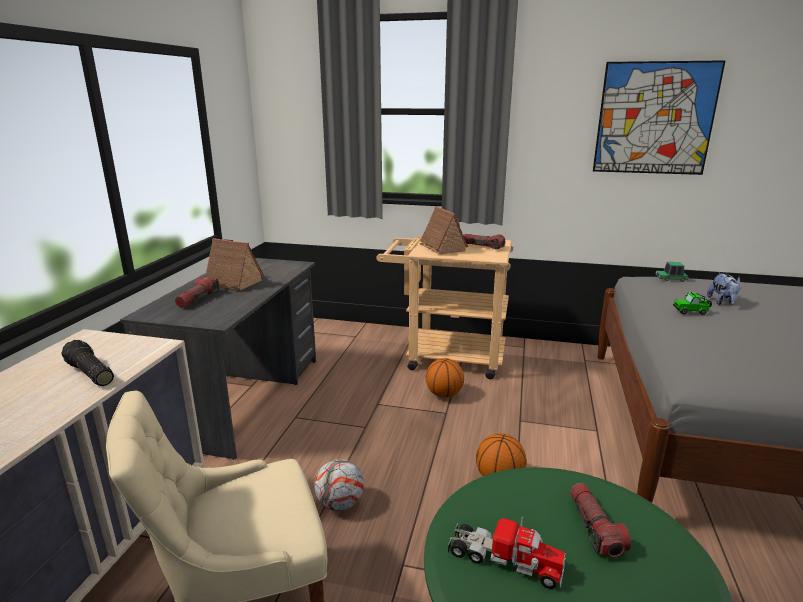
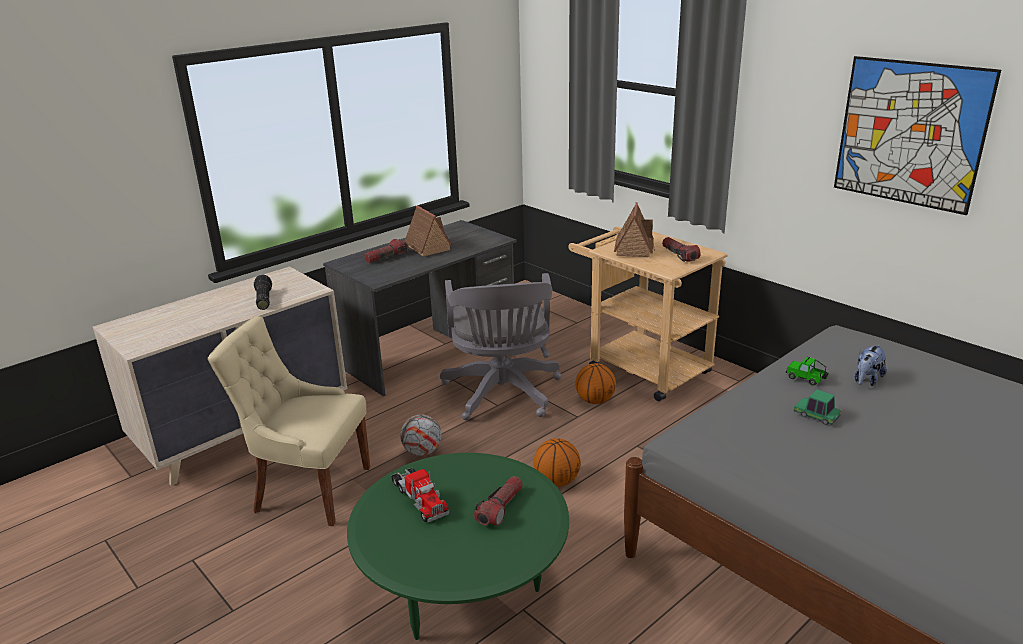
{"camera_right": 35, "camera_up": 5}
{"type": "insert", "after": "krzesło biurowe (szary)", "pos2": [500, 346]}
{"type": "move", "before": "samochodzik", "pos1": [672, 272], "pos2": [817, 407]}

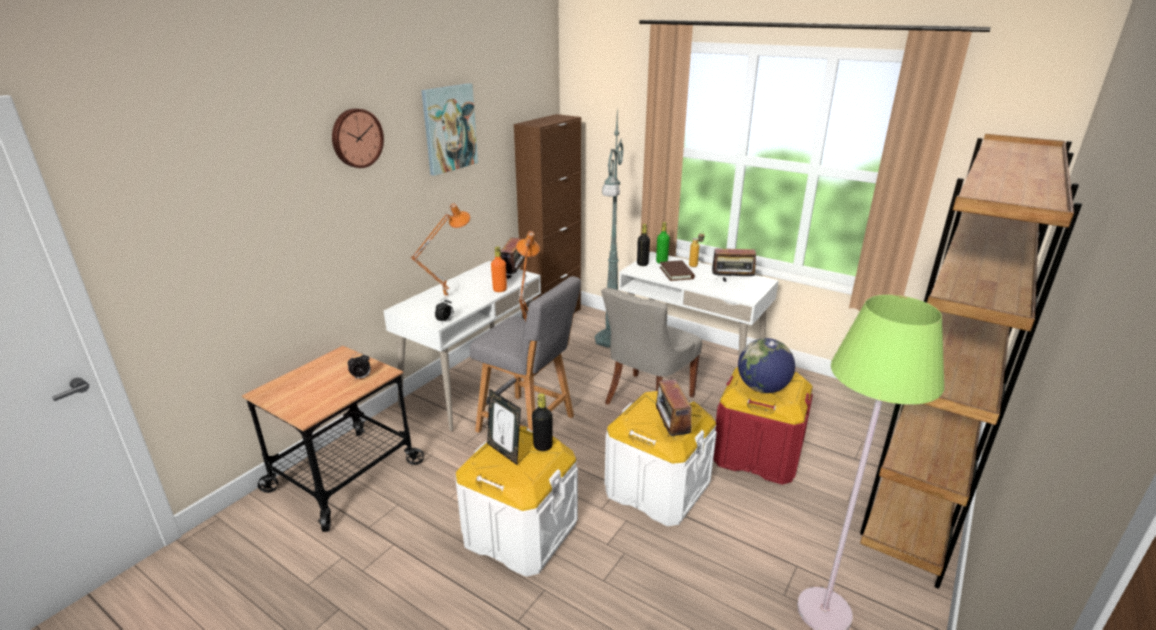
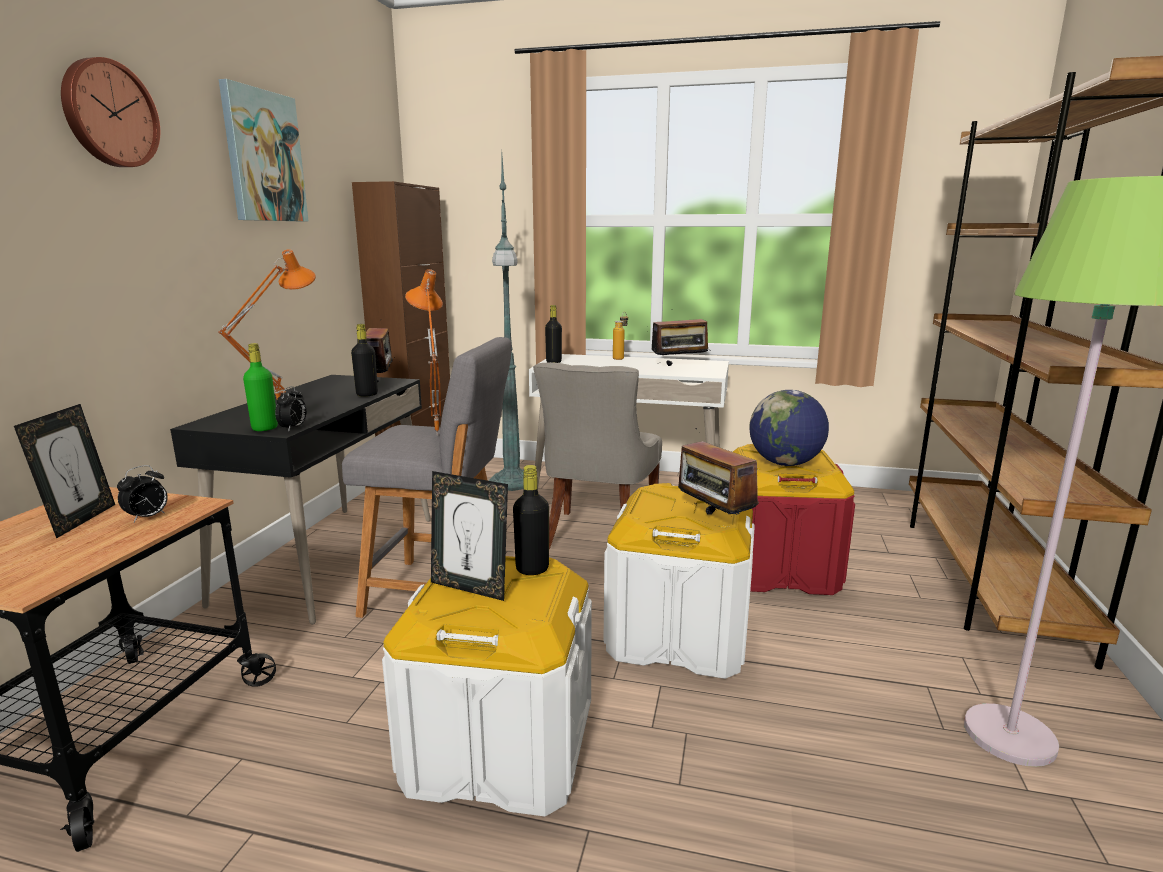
{"camera_right": -20, "camera_up": -10}
{"type": "delete", "before": "książka (brązowy)", "pos1": [677, 270]}
{"type": "insert", "after": "ramka na zdjęcie", "pos2": [64, 471]}
{"type": "move", "before": "butelka (zielony)", "pos1": [663, 243], "pos2": [260, 387]}
{"type": "recolor", "before": "biurko (biały)", "after": "biurko (czarny)", "pos1": [462, 346], "pos2": [300, 500]}
{"type": "recolor", "before": "butelka (pomarańczowy)", "after": "butelka (czarny)", "pos1": [499, 269], "pos2": [364, 360]}

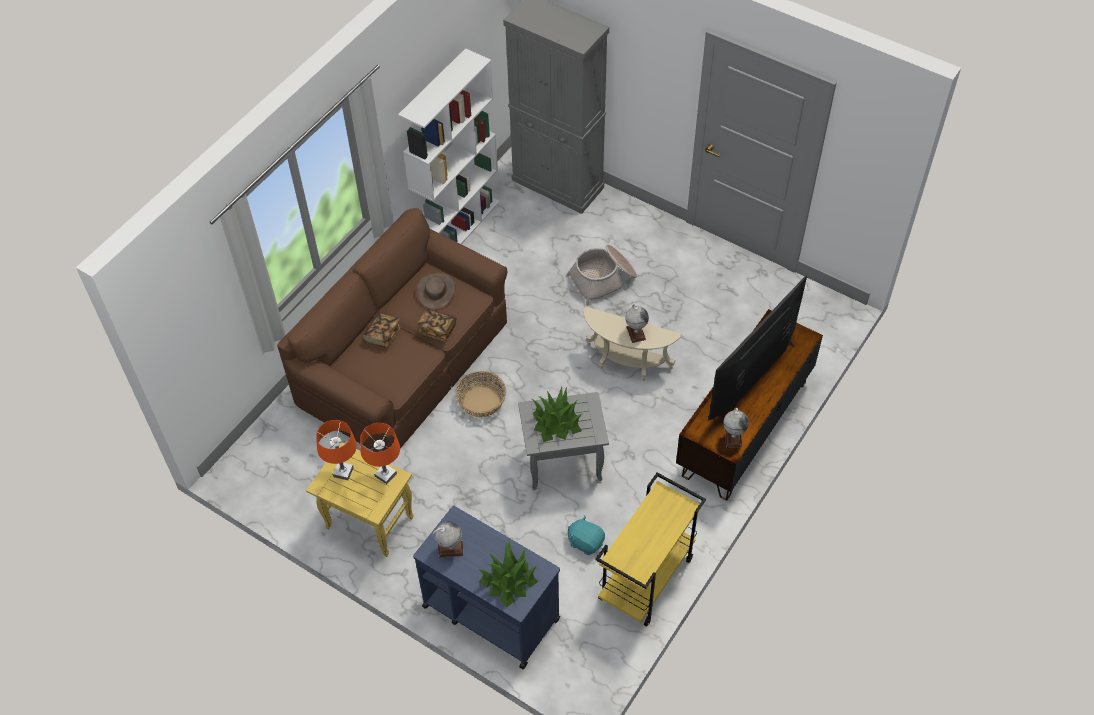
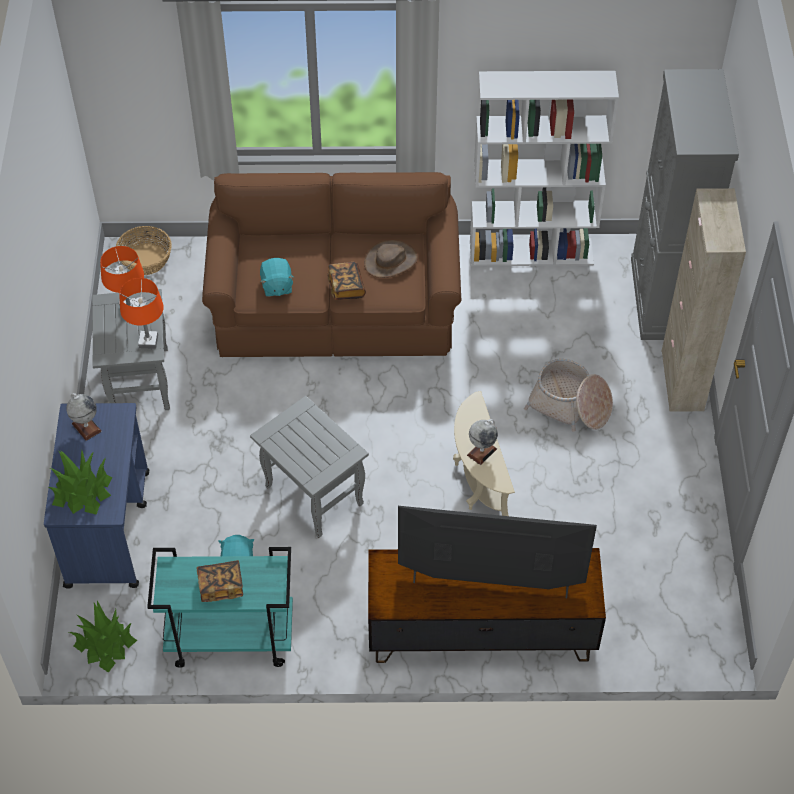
{"camera_right": 55, "camera_up": 0}
{"type": "delete", "before": "globus", "pos1": [736, 428]}
{"type": "insert", "after": "pluszak (turkusowy)", "pos2": [277, 277]}
{"type": "insert", "after": "szafka (beżowy)", "pos2": [704, 300]}
{"type": "move", "before": "książka", "pos1": [381, 330], "pos2": [220, 581]}
{"type": "move", "before": "koszyk", "pos1": [480, 394], "pos2": [144, 250]}
{"type": "move", "before": "roślina doniczkowa", "pos1": [557, 414], "pos2": [103, 637]}
{"type": "recolor", "before": "stolik (żółty)", "after": "stolik (szary)", "pos1": [360, 499], "pos2": [131, 349]}
{"type": "recolor", "before": "wózek (żółty)", "after": "wózek (turkusowy)", "pos1": [650, 550], "pos2": [220, 607]}

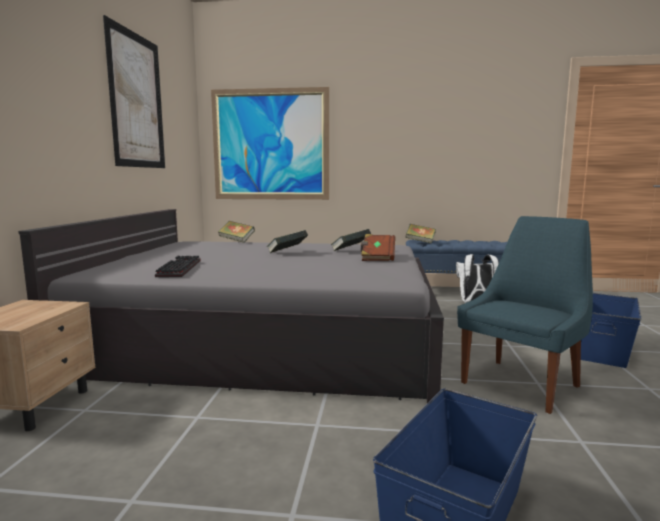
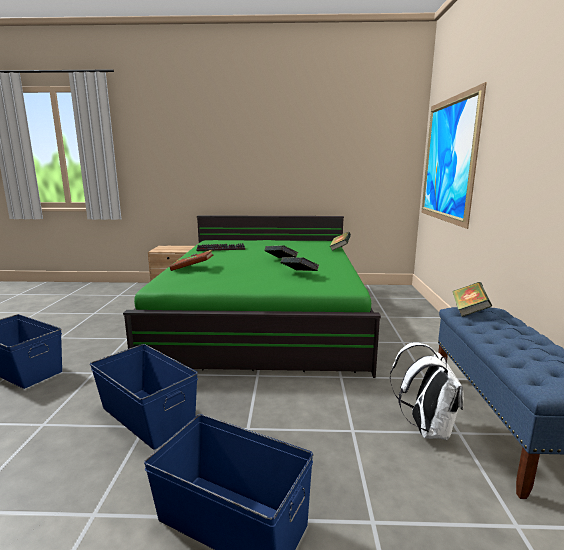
{"camera_right": 85, "camera_up": 5}
{"type": "delete", "before": "obraz", "pos1": [134, 91]}
{"type": "move", "before": "książka (brązowy)", "pos1": [378, 247], "pos2": [191, 260]}
{"type": "replace", "before": "krzesło (niebieski)", "after": "pojemnik do przechowywania (niebieski)", "pos1": [525, 315], "pos2": [144, 397]}
{"type": "recolor", "before": "łóżko (szary)", "after": "łóżko (zielony)", "pos1": [231, 306], "pos2": [252, 296]}

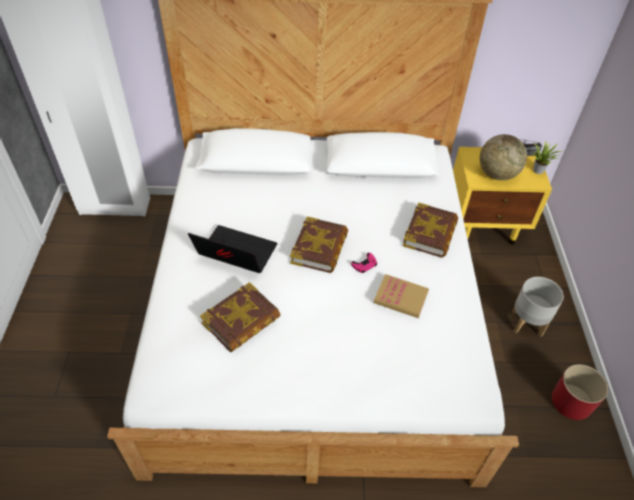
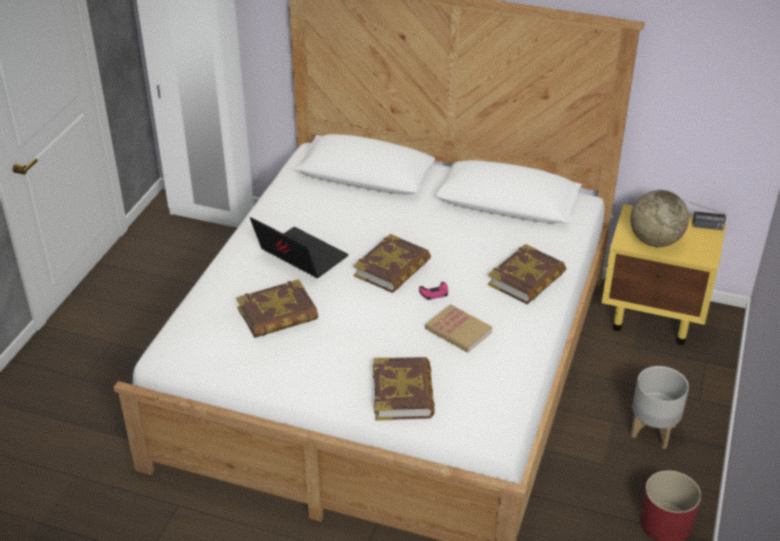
{"camera_right": 20, "camera_up": -10}
{"type": "delete", "before": "roślina doniczkowa", "pos1": [547, 157]}
{"type": "insert", "after": "książka", "pos2": [404, 389]}

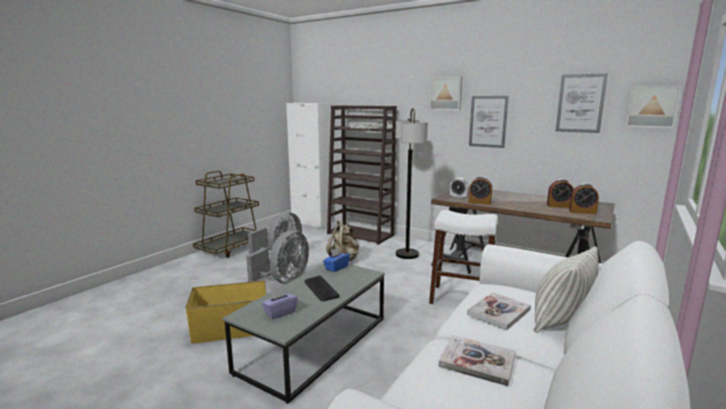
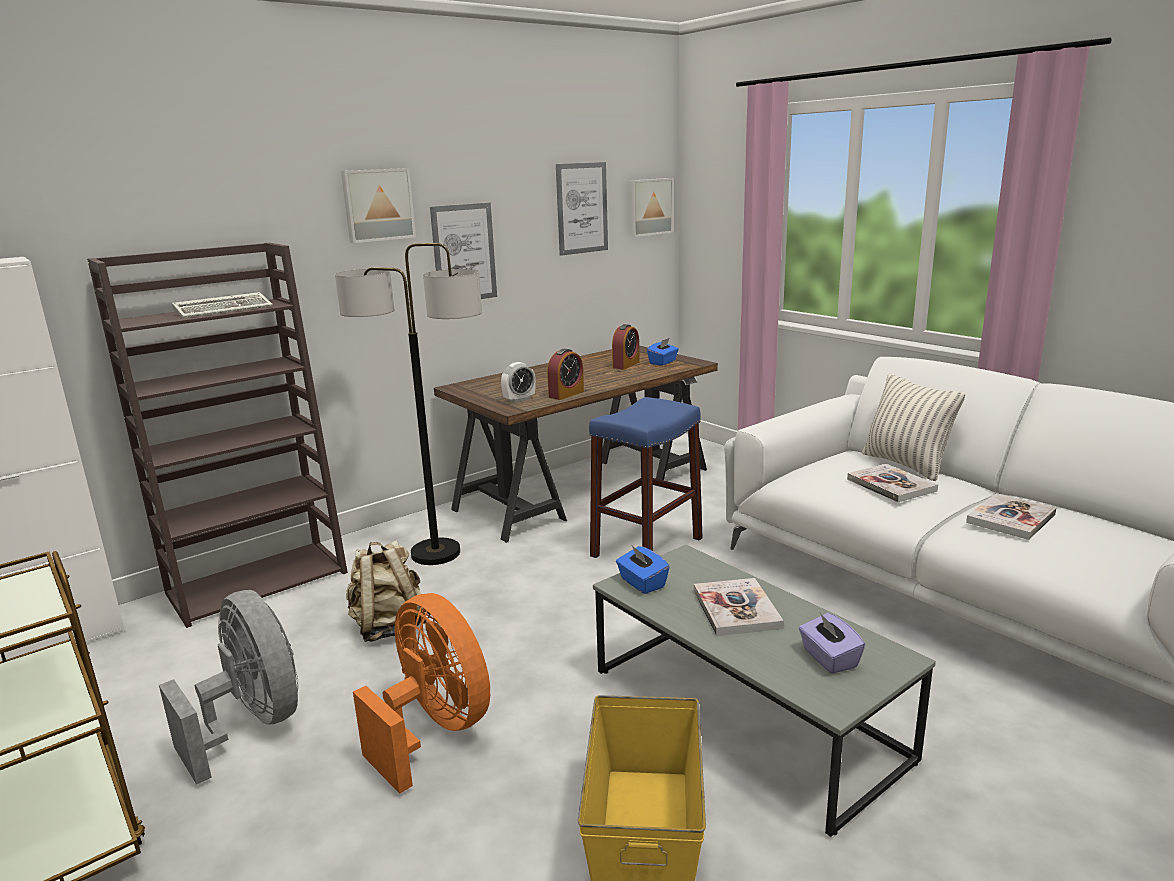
{"camera_right": -70, "camera_up": 5}
{"type": "replace", "before": "klawiatura", "after": "książka", "pos1": [321, 288], "pos2": [739, 607]}
{"type": "replace", "before": "budzik", "after": "pudełko chusteczek (niebieski)", "pos1": [584, 199], "pos2": [663, 352]}
{"type": "recolor", "before": "wentylator (szary)", "after": "wentylator (pomarańczowy)", "pos1": [277, 257], "pos2": [421, 693]}
{"type": "recolor", "before": "stołek (biały)", "after": "stołek (niebieski)", "pos1": [463, 257], "pos2": [646, 477]}

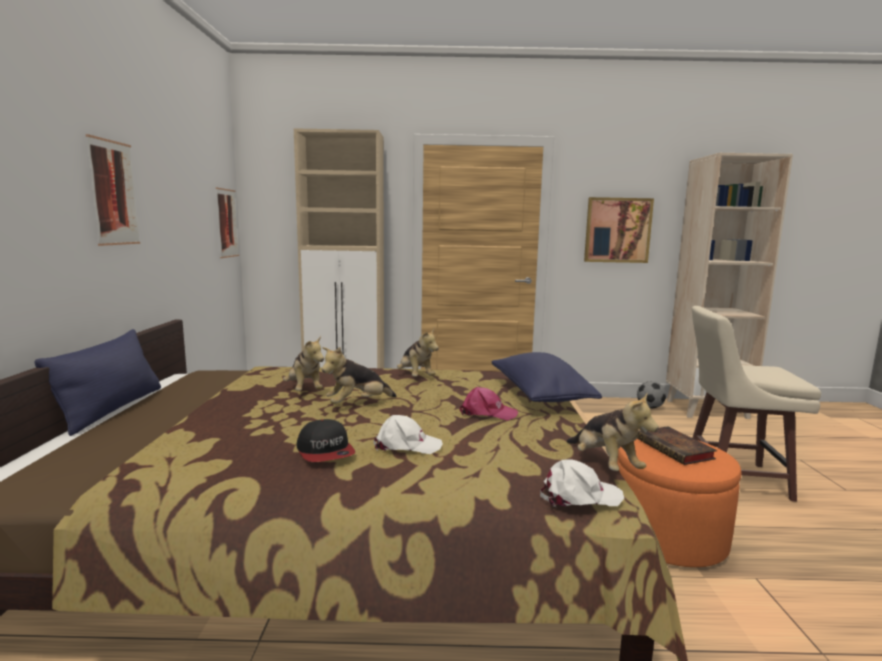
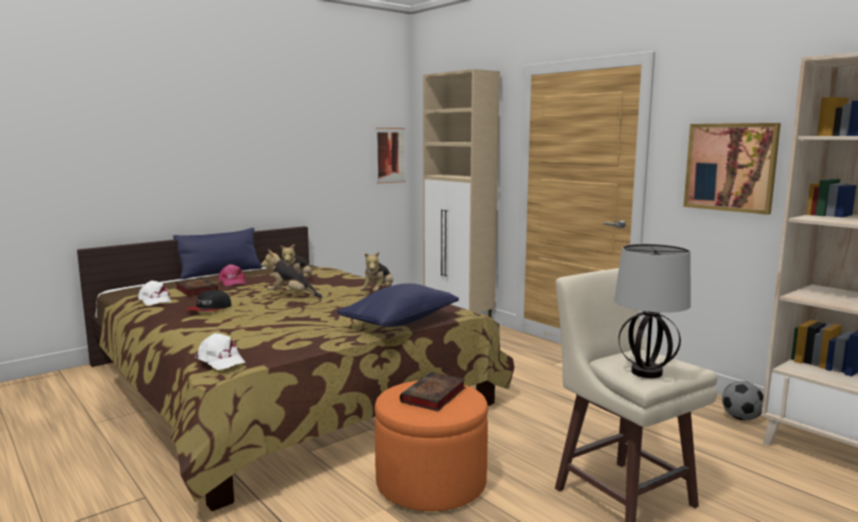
{"camera_right": 50, "camera_up": 0}
{"type": "delete", "before": "obraz", "pos1": [113, 190]}
{"type": "delete", "before": "pluszak", "pos1": [613, 432]}
{"type": "insert", "after": "książka", "pos2": [196, 287]}
{"type": "insert", "after": "lampa stołowa", "pos2": [652, 311]}
{"type": "move", "before": "czapka z daszkiem (biały)", "pos1": [408, 434], "pos2": [154, 293]}
{"type": "move", "before": "czapka z daszkiem (różowy)", "pos1": [488, 403], "pos2": [232, 275]}

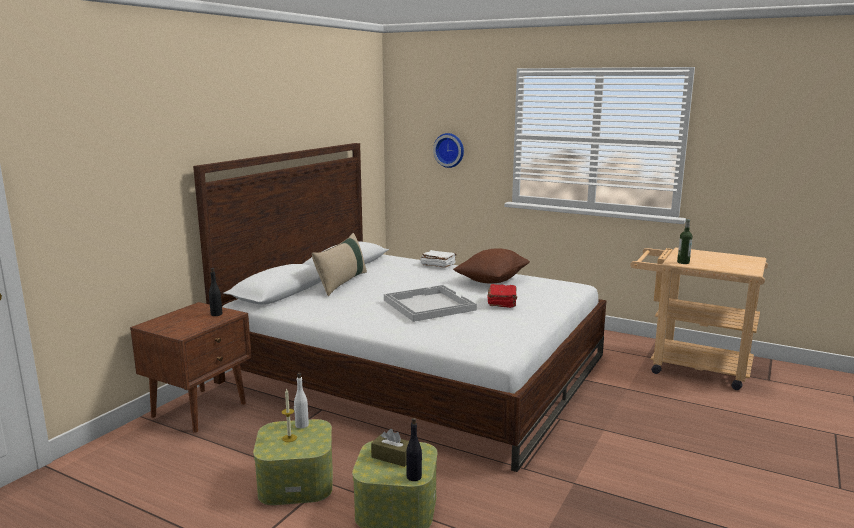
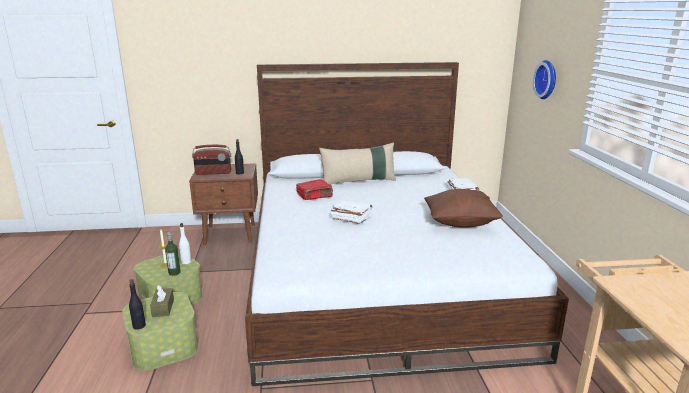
{"camera_right": 55, "camera_up": 5}
{"type": "insert", "after": "radio", "pos2": [211, 160]}
{"type": "move", "before": "książka (czerwony)", "pos1": [502, 296], "pos2": [314, 189]}
{"type": "move", "before": "butelka", "pos1": [685, 241], "pos2": [173, 254]}
{"type": "replace", "before": "taca (biały)", "after": "książka (biały)", "pos1": [430, 303], "pos2": [351, 212]}

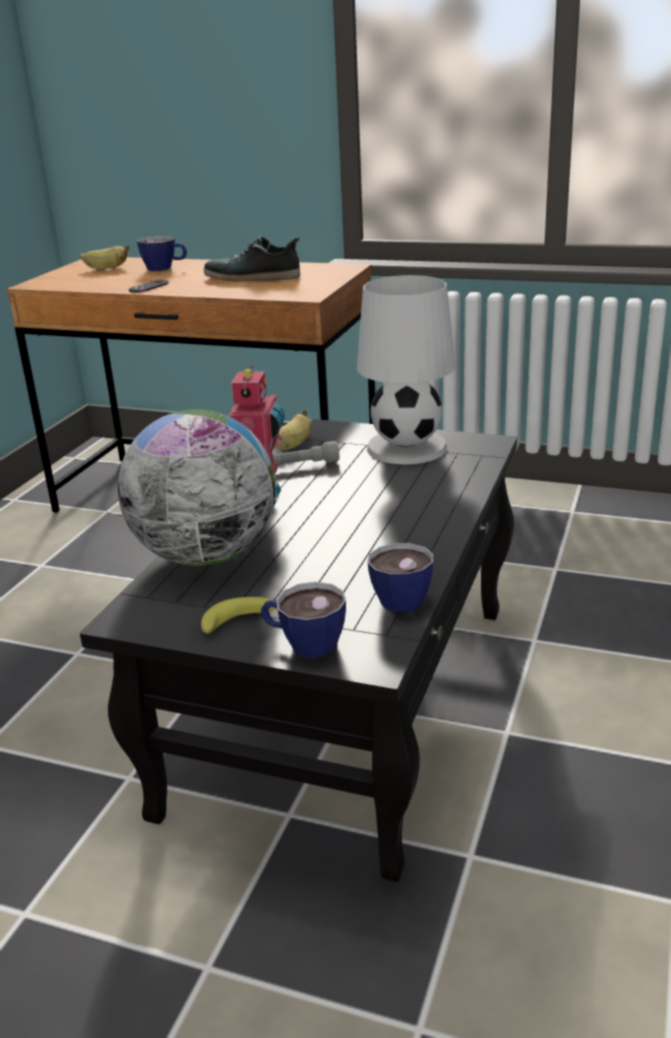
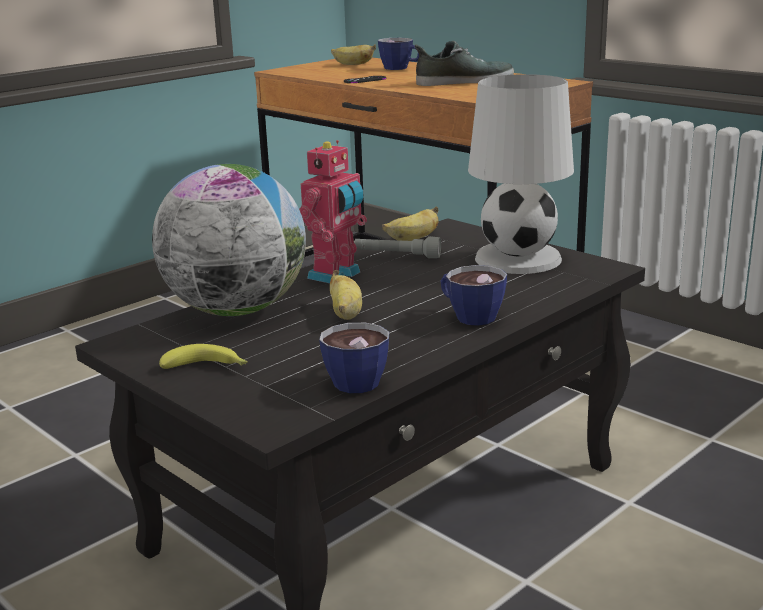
{"camera_right": 25, "camera_up": -5}
{"type": "insert", "after": "banan", "pos2": [346, 295]}
{"type": "move", "before": "filiżanka", "pos1": [303, 620], "pos2": [474, 295]}
{"type": "rotate", "before": "but", "pos1": [252, 259], "pos2": [464, 63], "turn": 135}

